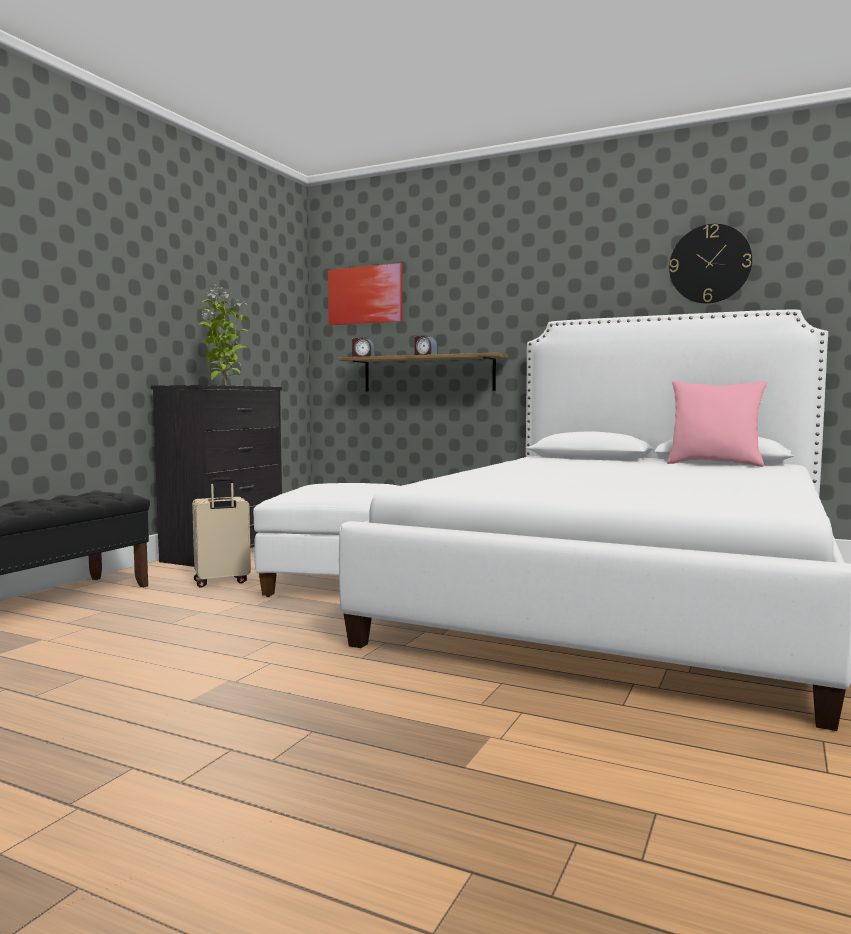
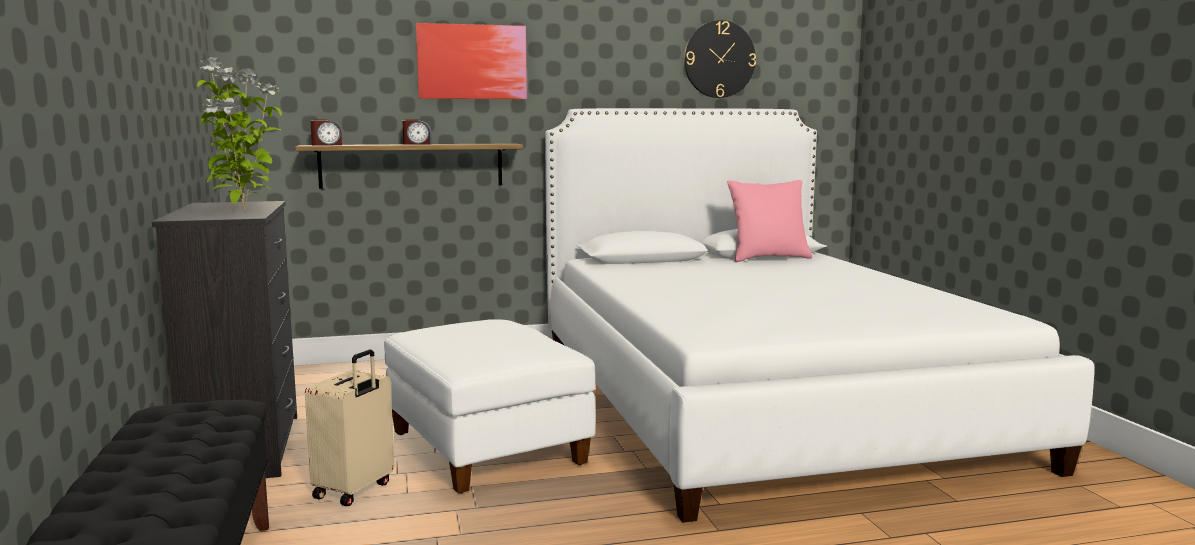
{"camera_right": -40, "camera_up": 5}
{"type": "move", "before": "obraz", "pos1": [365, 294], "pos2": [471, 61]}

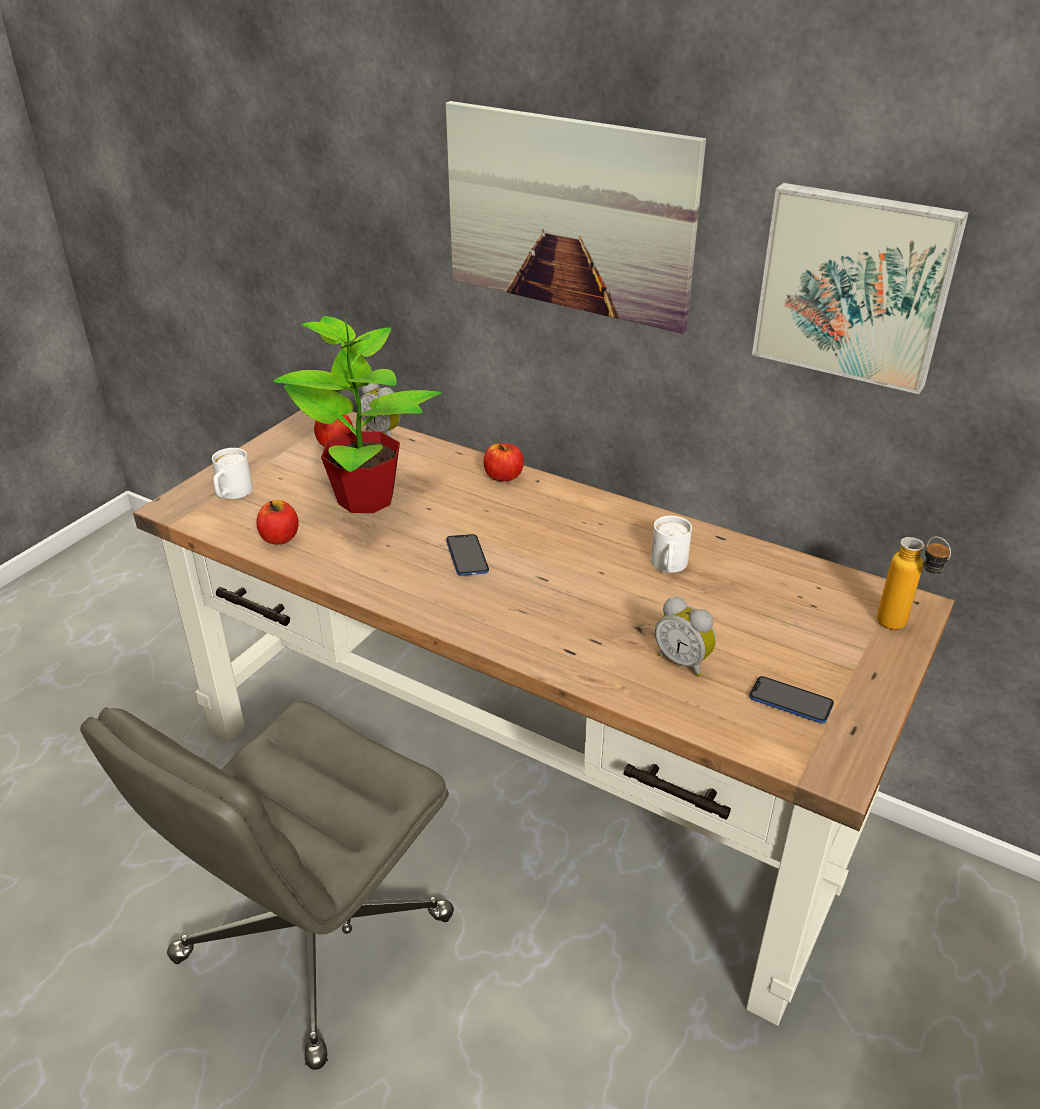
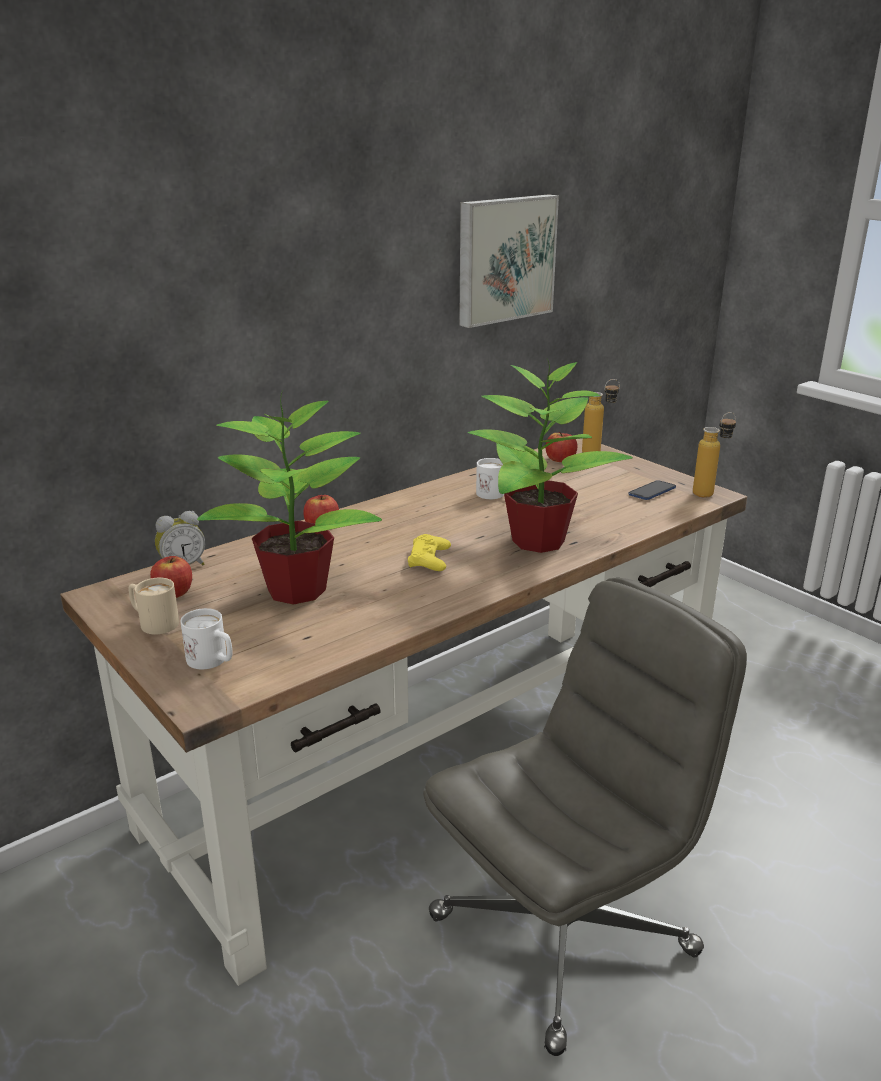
{"camera_right": -70, "camera_up": -10}
{"type": "delete", "before": "obraz", "pos1": [576, 217]}
{"type": "delete", "before": "budzik", "pos1": [685, 637]}
{"type": "insert", "after": "kubek (beżowy)", "pos2": [153, 606]}
{"type": "insert", "after": "roślina doniczkowa", "pos2": [550, 456]}
{"type": "insert", "after": "butelka", "pos2": [714, 455]}
{"type": "move", "before": "jabłko", "pos1": [277, 522], "pos2": [561, 447]}
{"type": "replace", "before": "telefon", "after": "pad do gier (żółty)", "pos1": [467, 555], "pos2": [429, 552]}
{"type": "rotate", "before": "krzesło biurowe (szary)", "pos1": [267, 885], "pos2": [585, 817], "turn": -90}

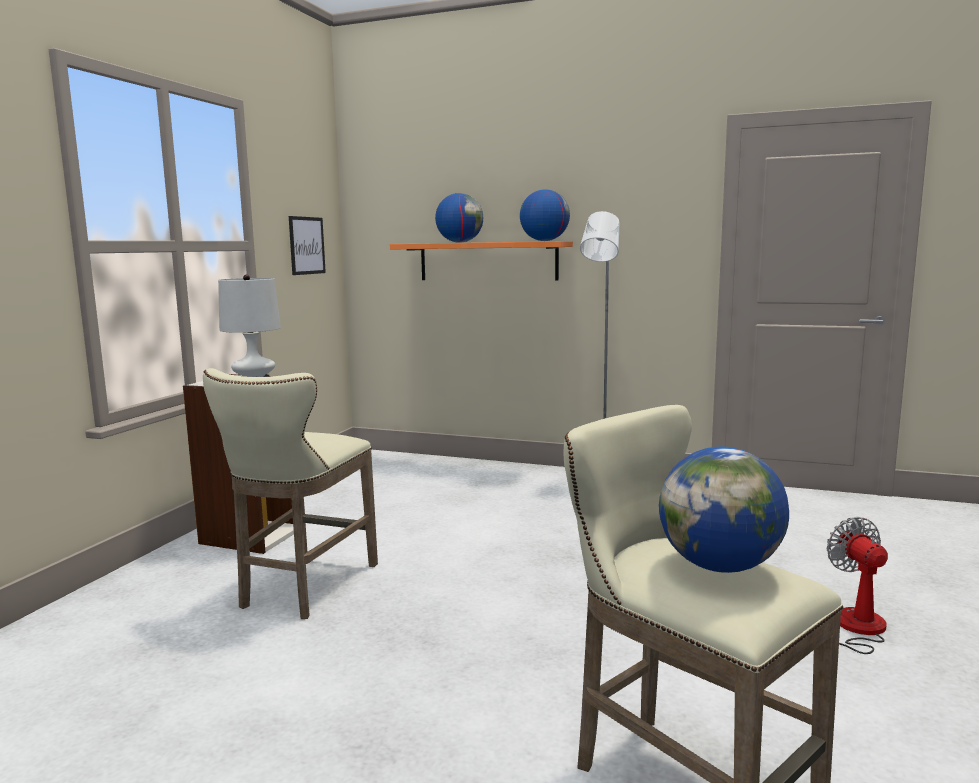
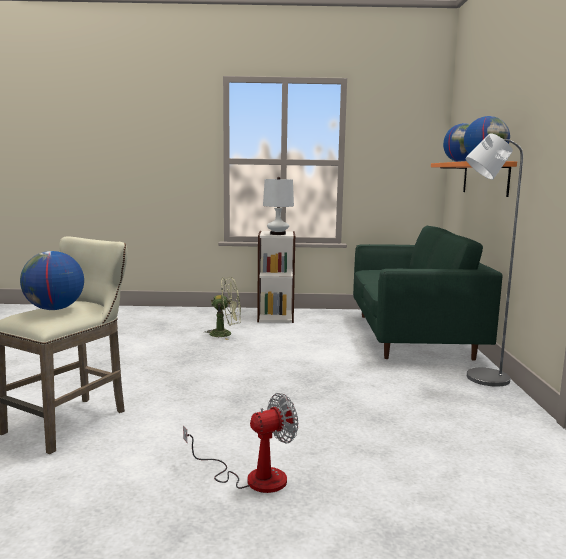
{"camera_right": 70, "camera_up": 0}
{"type": "delete", "before": "obraz", "pos1": [307, 245]}
{"type": "insert", "after": "kanapa (zielony)", "pos2": [428, 293]}
{"type": "replace", "before": "stołek (beżowy)", "after": "wentylator (zielony)", "pos1": [290, 493], "pos2": [223, 308]}

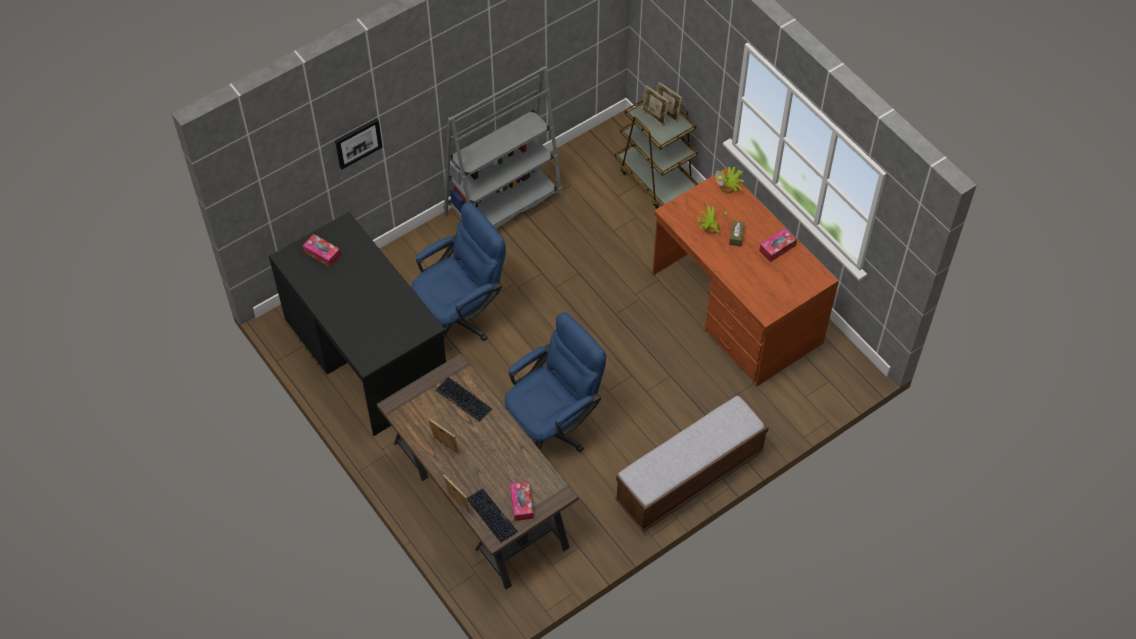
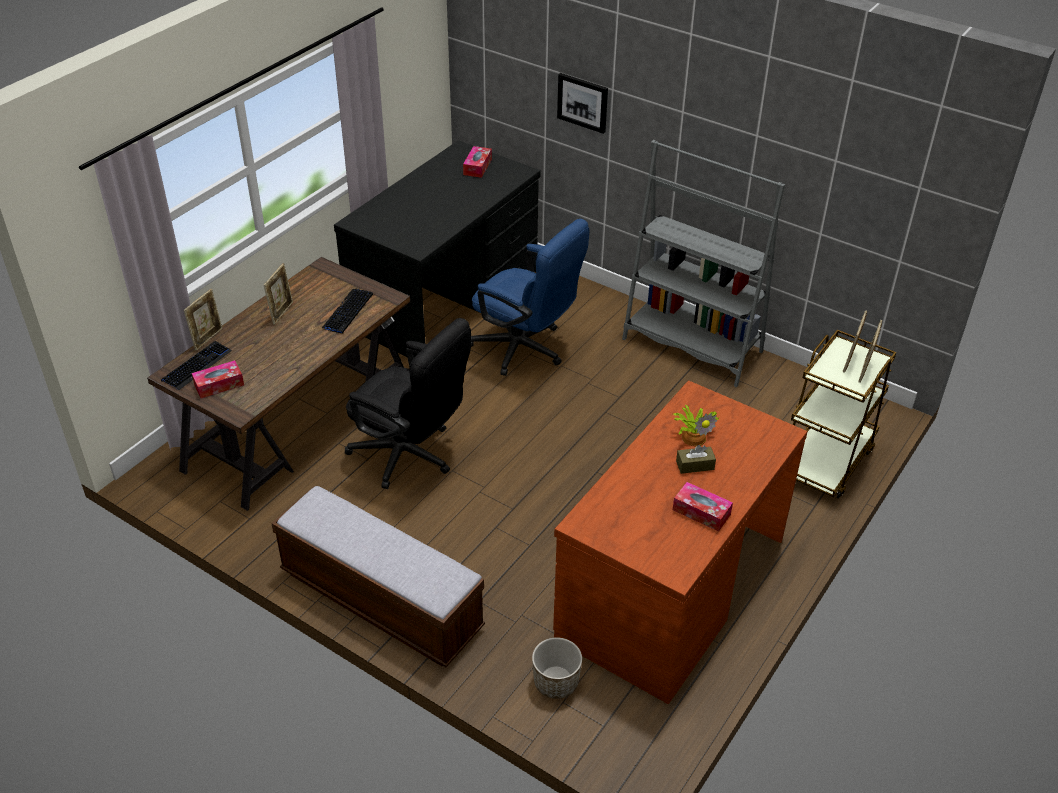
{"camera_right": 70, "camera_up": -15}
{"type": "delete", "before": "roślina doniczkowa", "pos1": [729, 180]}
{"type": "insert", "after": "donica", "pos2": [557, 668]}
{"type": "recolor", "before": "krzesło biurowe (niebieski)", "after": "krzesło biurowe (czarny)", "pos1": [555, 382], "pos2": [408, 403]}

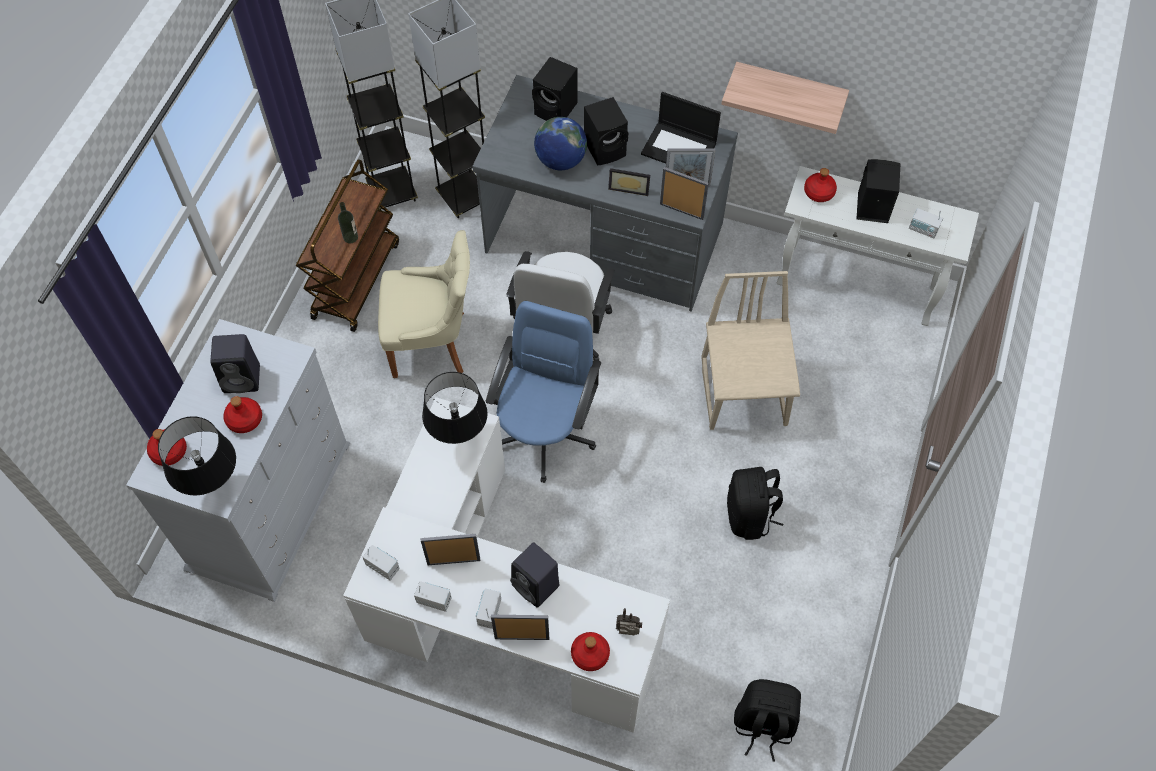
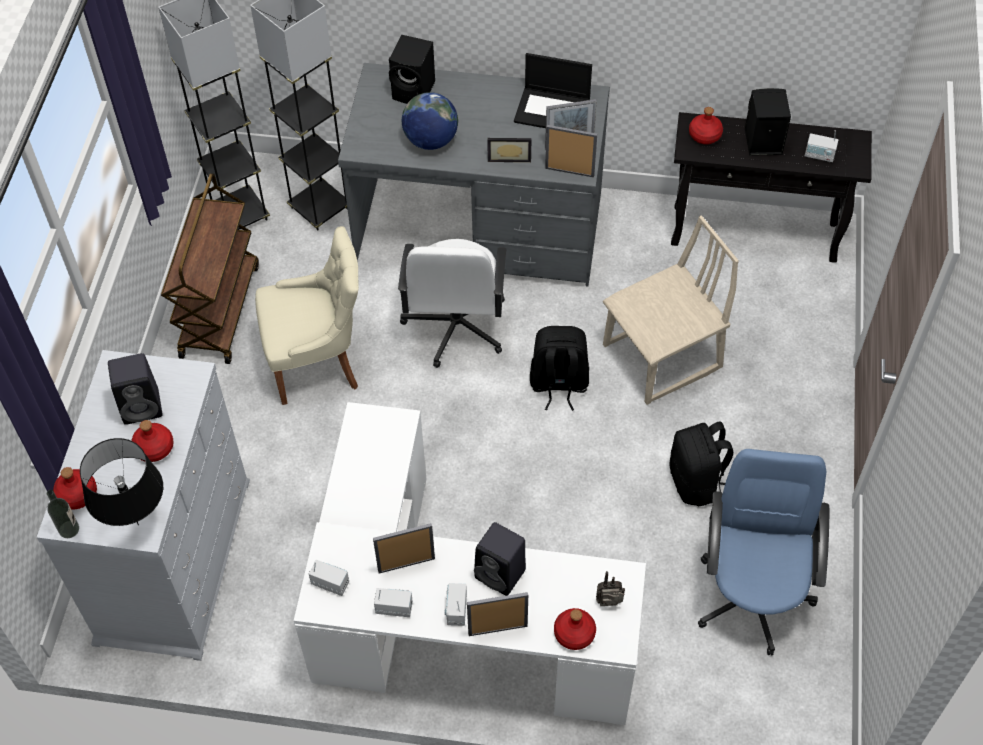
{"camera_right": -10, "camera_up": -5}
{"type": "delete", "before": "lampa stołowa (czarny)", "pos1": [455, 408]}
{"type": "delete", "before": "głośnik (czarny)", "pos1": [606, 131]}
{"type": "delete", "before": "półka", "pos1": [785, 98]}
{"type": "move", "before": "butelka", "pos1": [348, 222], "pos2": [63, 514]}
{"type": "move", "before": "krzesło biurowe (niebieski)", "pos1": [543, 392], "pos2": [763, 552]}
{"type": "move", "before": "plecak (czarny)", "pos1": [767, 720], "pos2": [559, 368]}
{"type": "recolor", "before": "stolik konsolowy (biały)", "after": "stolik konsolowy (czarny)", "pos1": [878, 246], "pos2": [771, 187]}
{"type": "rotate", "before": "krzesło (beżowy)", "pos1": [750, 350], "pos2": [671, 310], "turn": 75}

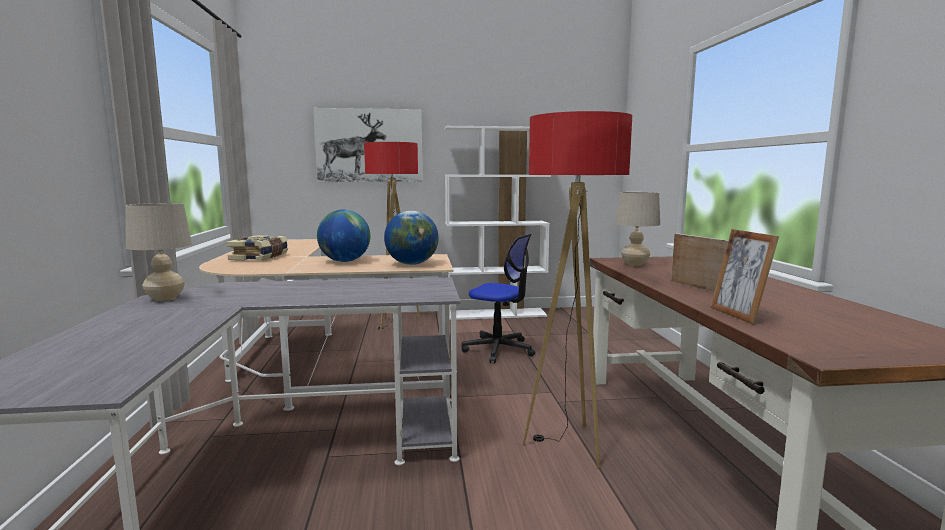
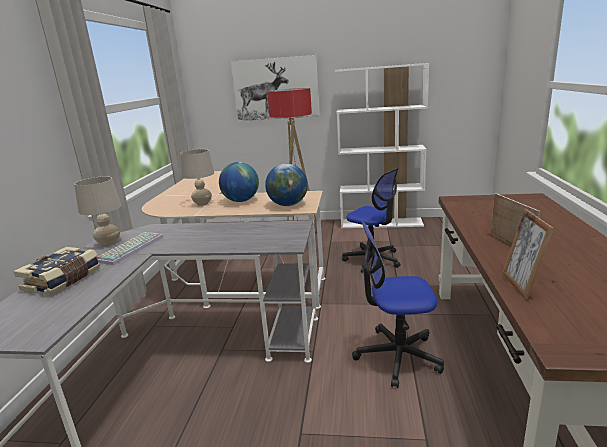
{"camera_right": 15, "camera_up": 10}
{"type": "insert", "after": "klawiatura", "pos2": [130, 248]}
{"type": "move", "before": "książka", "pos1": [257, 248], "pos2": [56, 271]}
{"type": "move", "before": "lampa stołowa (beżowy)", "pos1": [637, 229], "pos2": [197, 177]}
{"type": "replace", "before": "lampa stojąca", "after": "krzesło biurowe", "pos1": [577, 289], "pos2": [398, 304]}

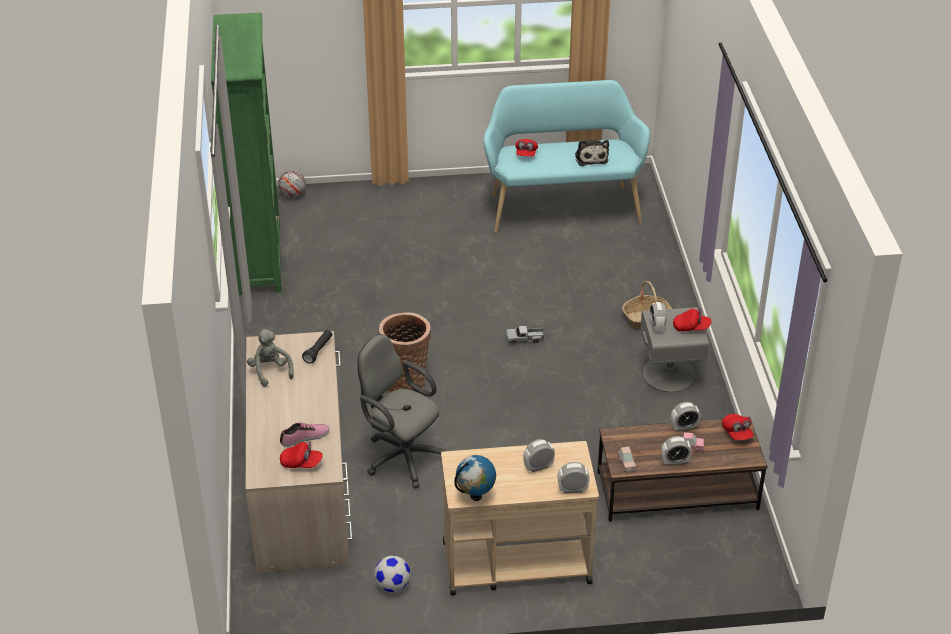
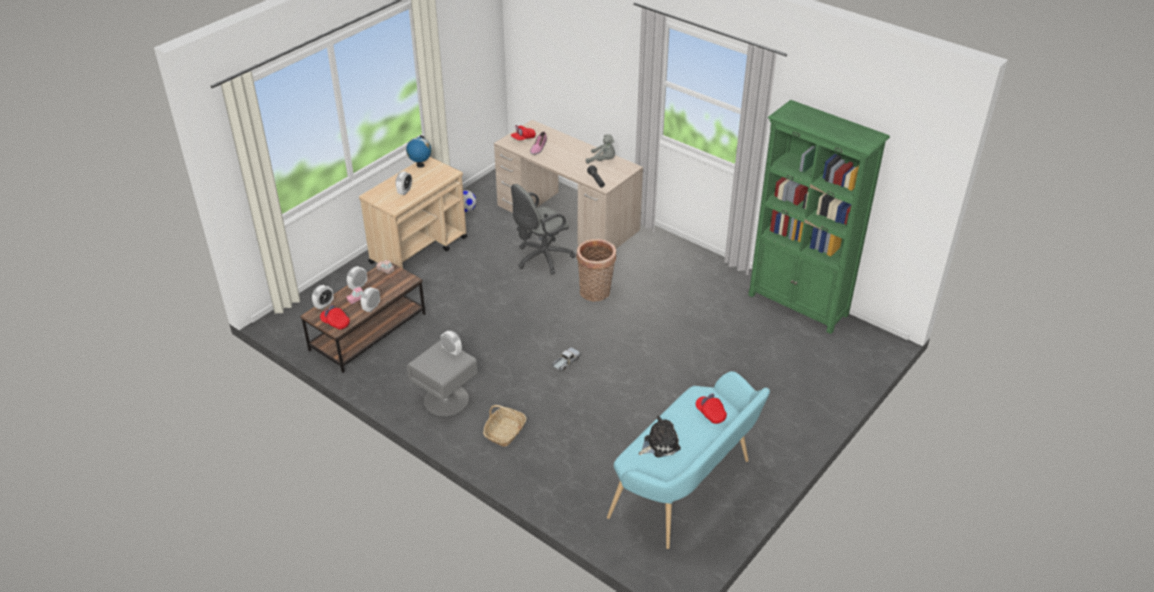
{"camera_right": 135, "camera_up": 0}
{"type": "delete", "before": "piłka futbolowa", "pos1": [292, 183]}
{"type": "delete", "before": "czapka z daszkiem (czerwony)", "pos1": [692, 319]}
{"type": "move", "before": "budzik", "pos1": [574, 477], "pos2": [323, 297]}
{"type": "rotate", "before": "krzesło biurowe (szary)", "pos1": [402, 411], "pos2": [543, 229], "turn": 150}
{"type": "rotate", "before": "pluszak", "pos1": [592, 153], "pos2": [660, 436], "turn": 120}

